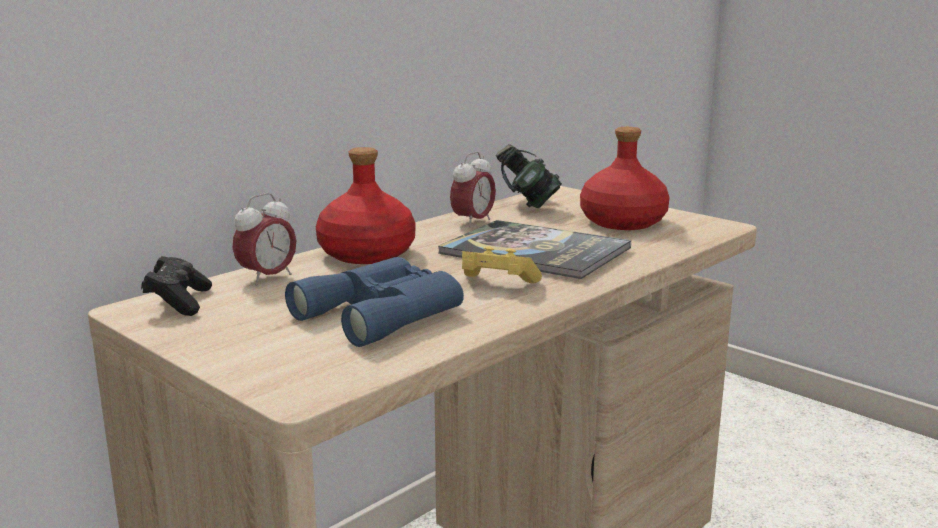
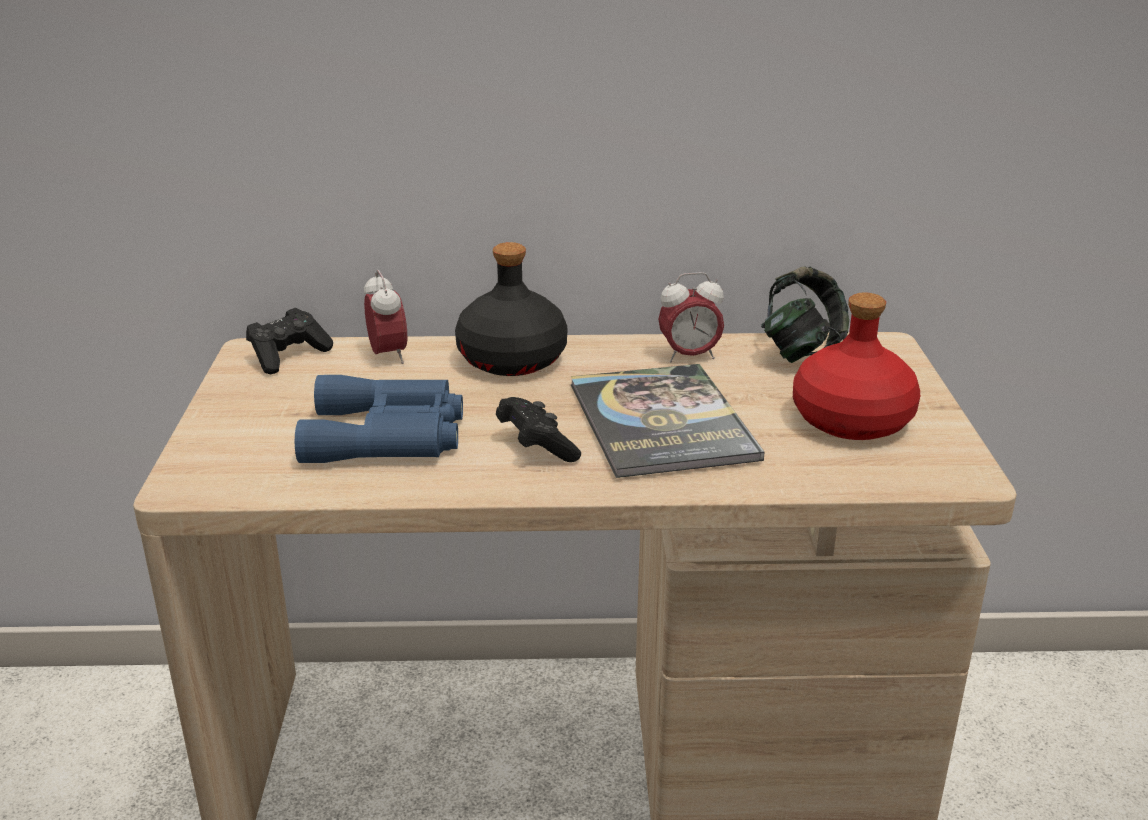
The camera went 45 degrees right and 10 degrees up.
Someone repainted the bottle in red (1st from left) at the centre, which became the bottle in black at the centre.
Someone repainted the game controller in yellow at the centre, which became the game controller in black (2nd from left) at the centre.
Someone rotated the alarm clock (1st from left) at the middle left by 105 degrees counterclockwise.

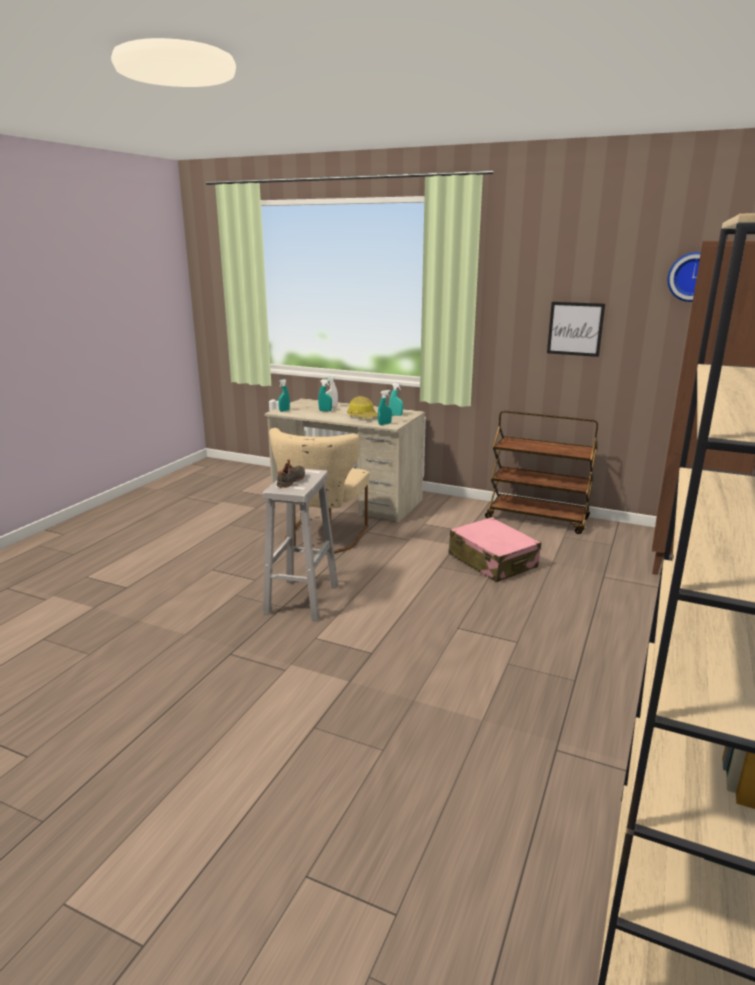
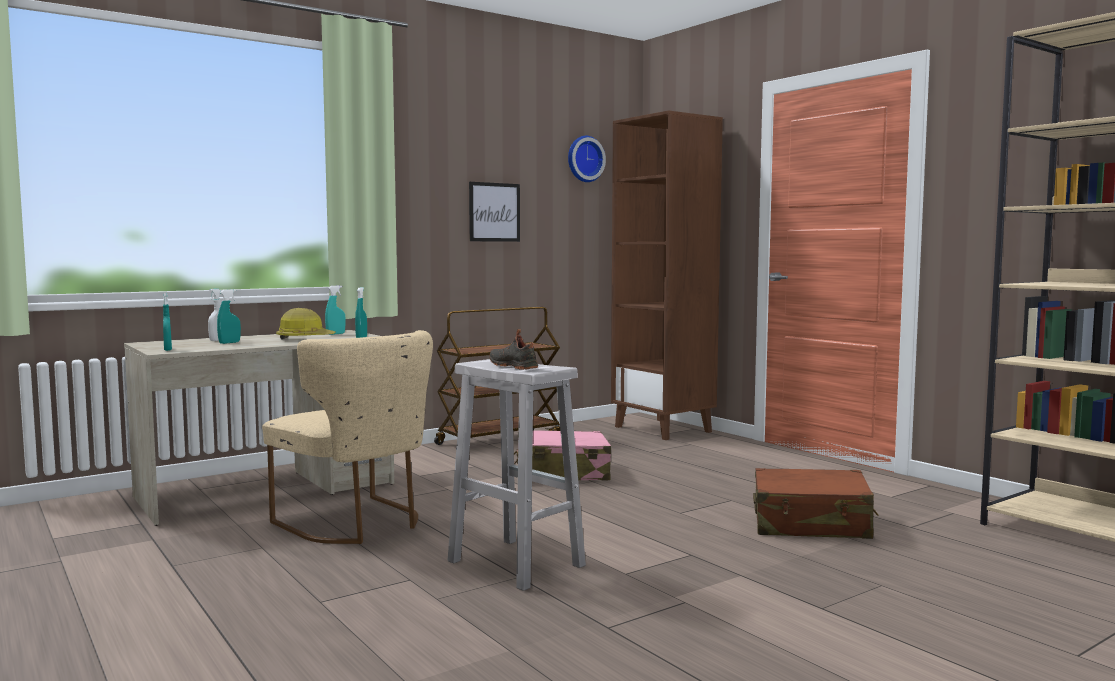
The camera went 60 degrees left and 15 degrees down.
Someone put down the suitcase in brown at the bottom right.

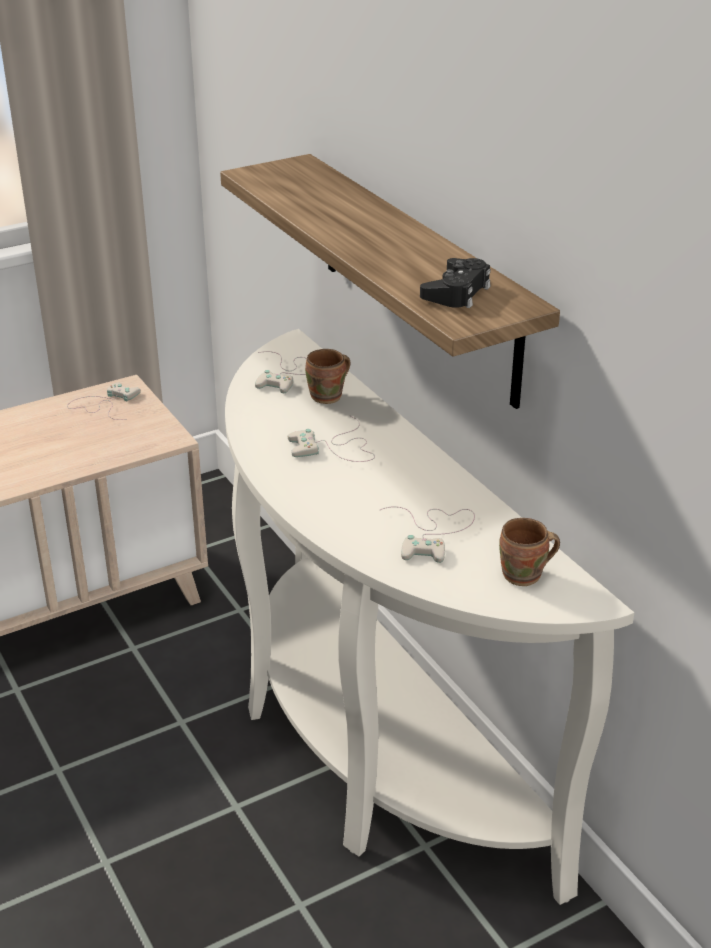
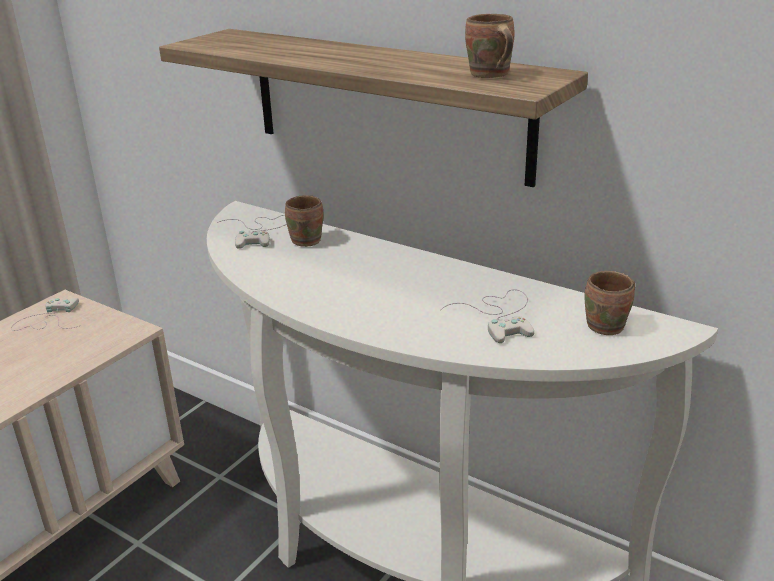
The camera went 25 degrees left and 5 degrees down.
Someone took away the game controller in white (3rd from left) at the centre.
Someone swapped the game controller in black at the top centre for the mug in brown (2nd from left) at the top centre.

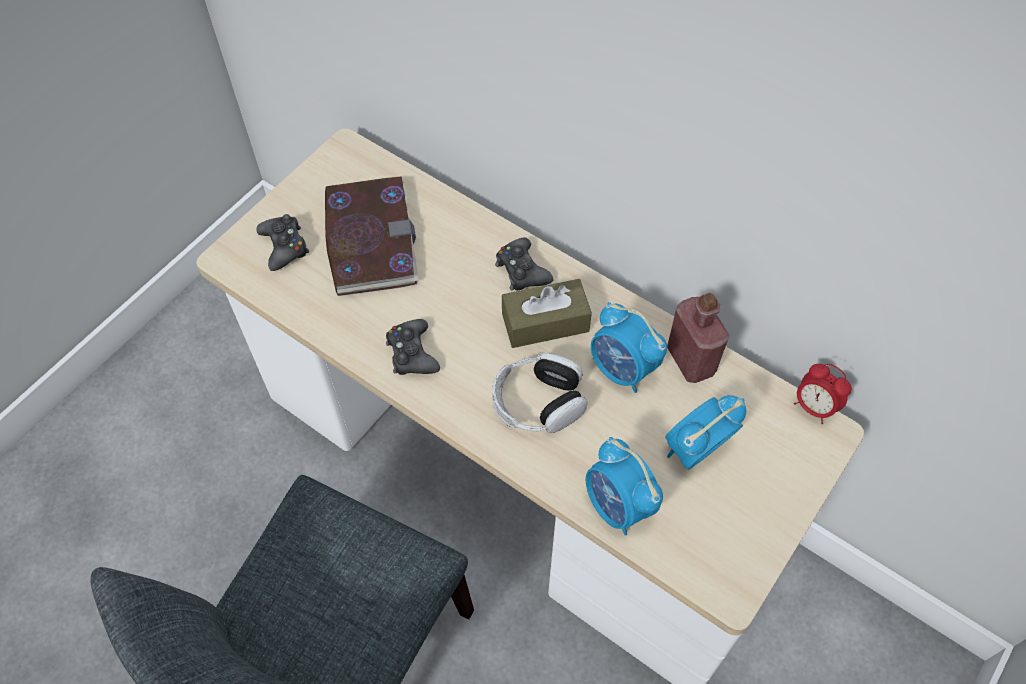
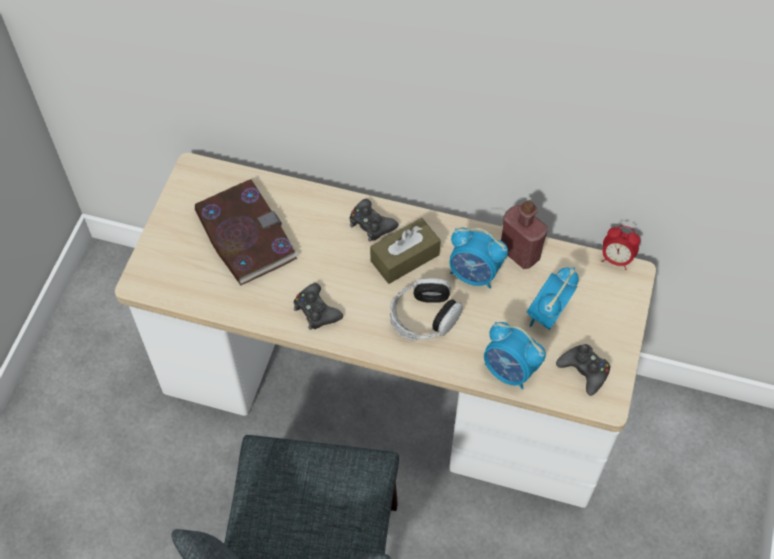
The camera went 20 degrees left and 0 degrees up.
Someone carried the game controller in black (1st from left in the first image) from the middle left to the middle right.

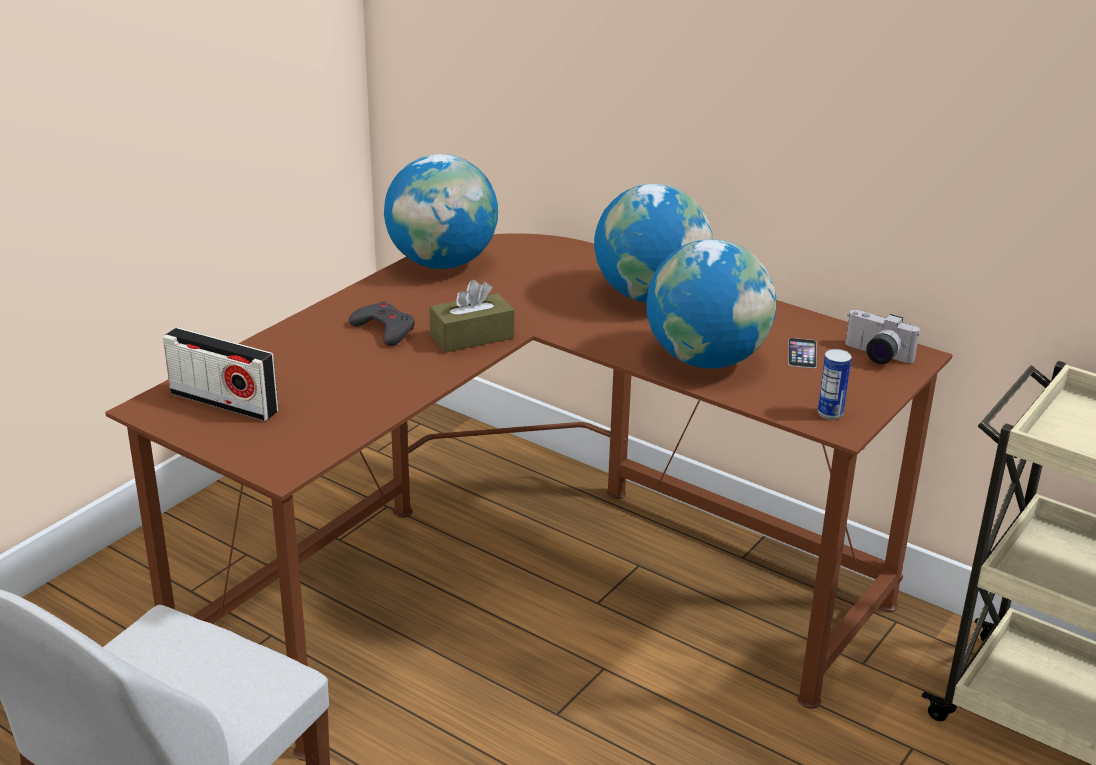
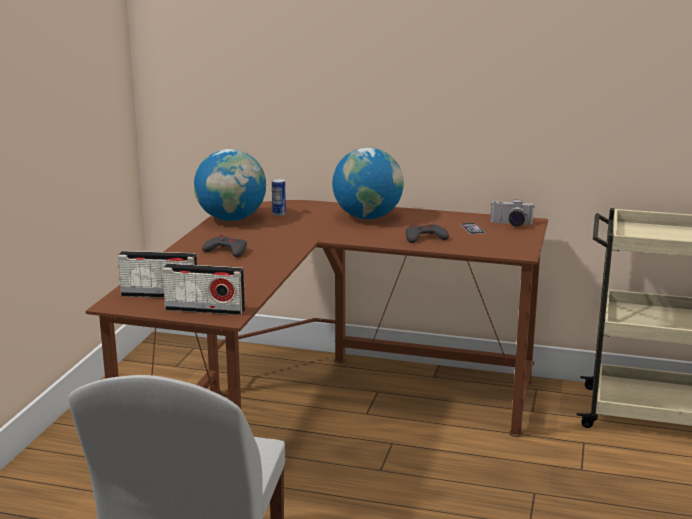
The camera went 20 degrees left and 10 degrees down.
Someone took away the tissue box in brown at the centre.
Someone put down the radio (2nd from left) at the middle left.
Someone carried the can from the middle right to the centre.
Someone swapped the globe (3rd from left) at the centre for the game controller in grey (2nd from left) at the centre.

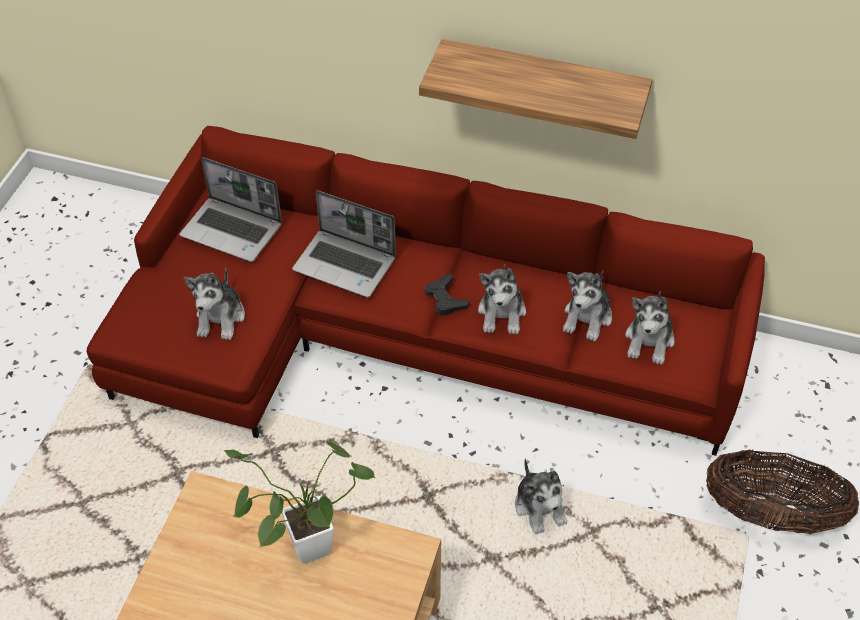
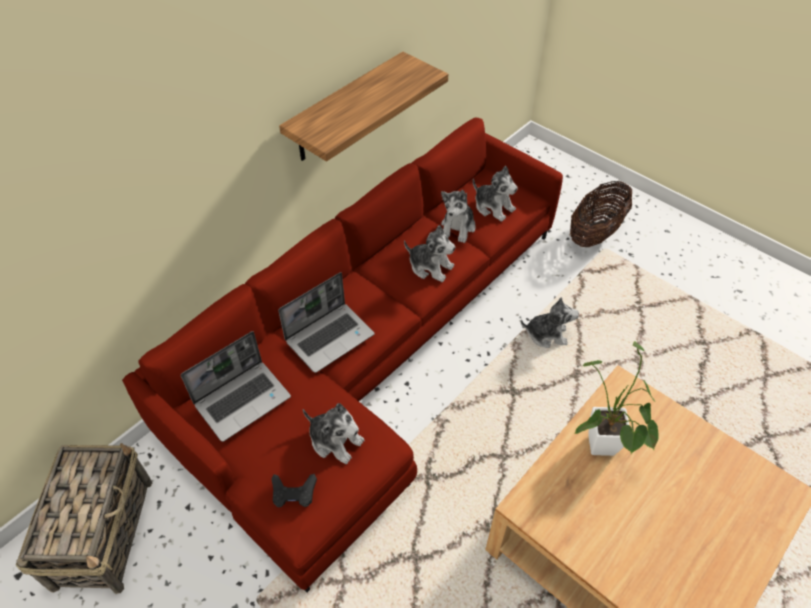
The camera went 65 degrees left and 0 degrees up.
Someone put down the basket (1st from left) at the bottom left.
Someone carried the game controller in black from the centre to the bottom centre.
Someone rotated the plush toy (4th from left in the first image) at the middle right by 60 degrees clockwise.

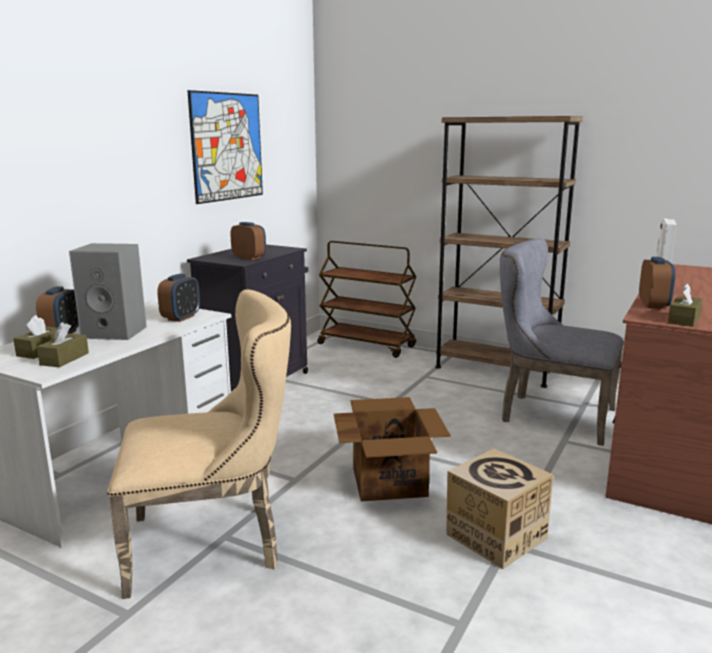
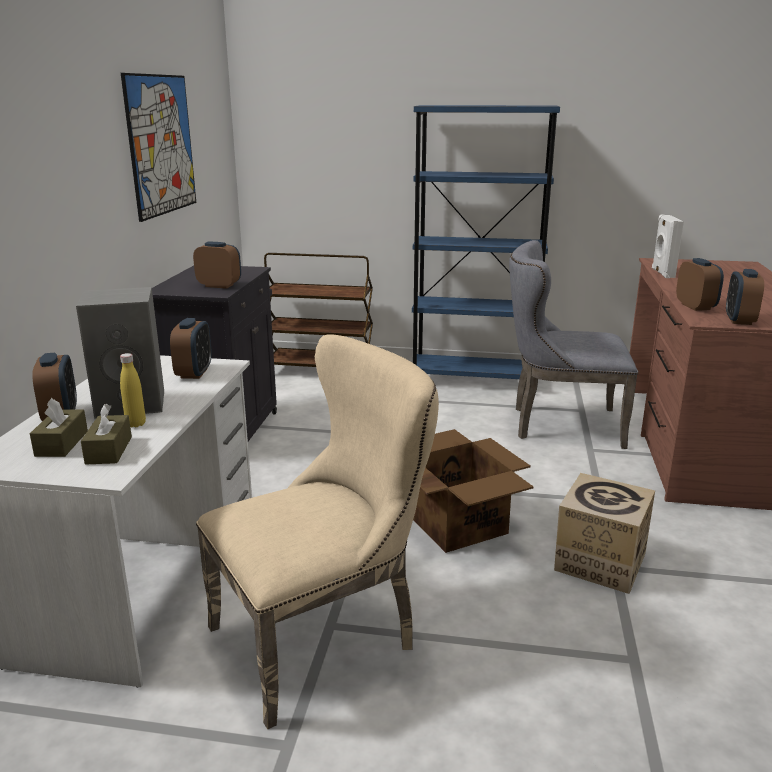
The camera went 20 degrees left and 5 degrees up.
Someone put down the bottle in yellow at the middle left.
Someone swapped the tissue box in brown (3rd from left) at the middle right for the alarm clock (5th from left) at the middle right.
Someone repainted the bookcase in brown at the middle right, which became the bookcase in blue at the top centre.

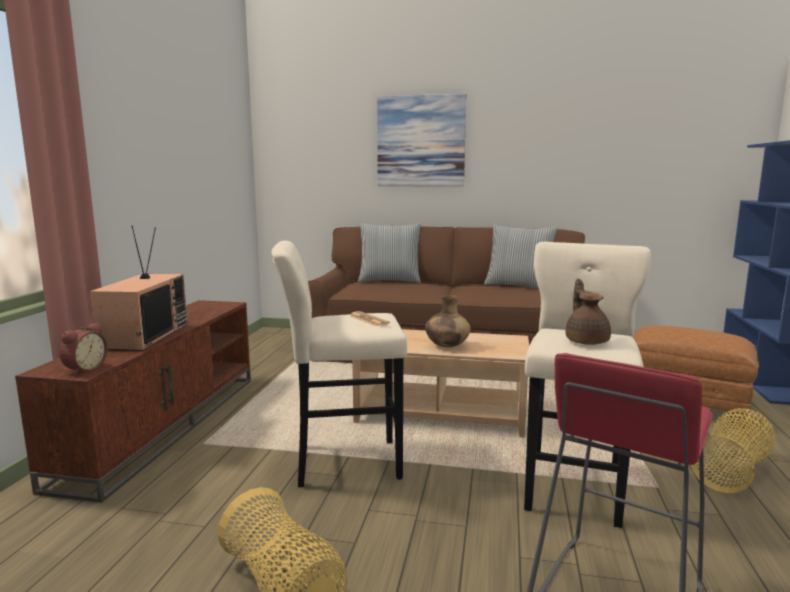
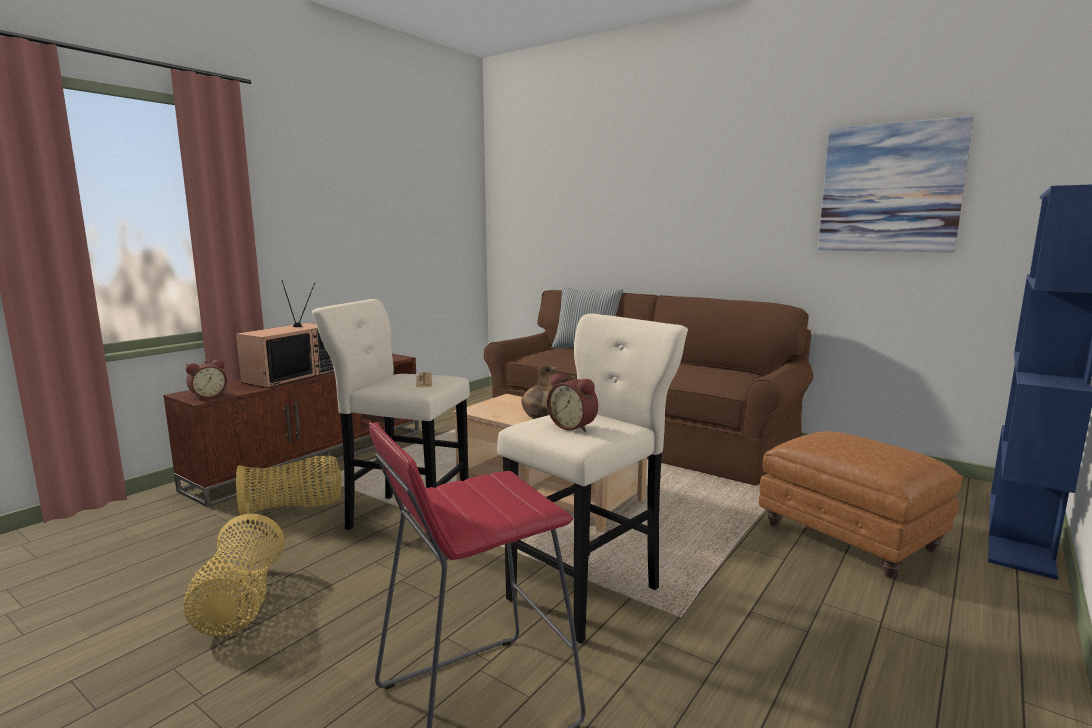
The camera went 25 degrees right and 0 degrees up.
Someone took away the pillow (2nd from left) at the centre.
Someone carried the picture from the top centre to the top right.
Someone carried the basket (2nd from left) from the bottom right to the middle left.
Someone swapped the teapot in brown at the middle right for the alarm clock (2nd from left) at the centre.

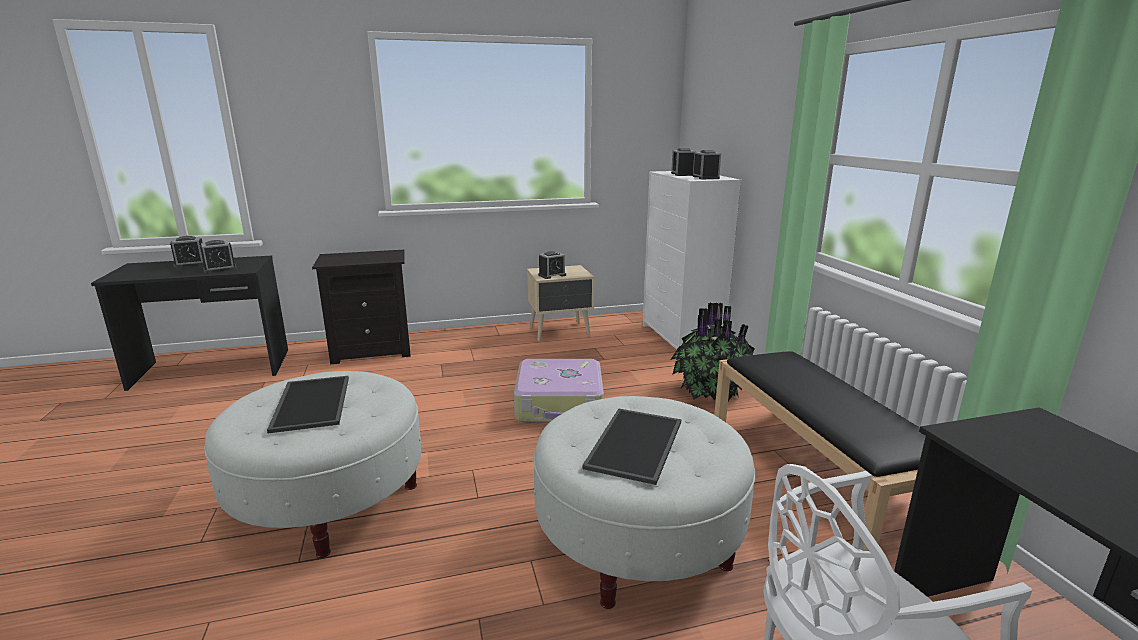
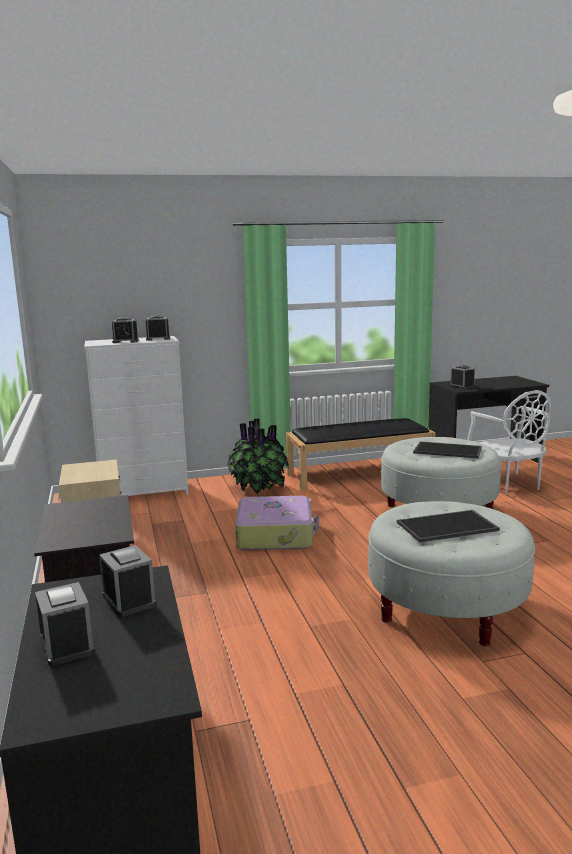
The camera went 90 degrees left and 5 degrees down.
Someone carried the alarm clock (3rd from left in the first image) from the centre to the middle right.

